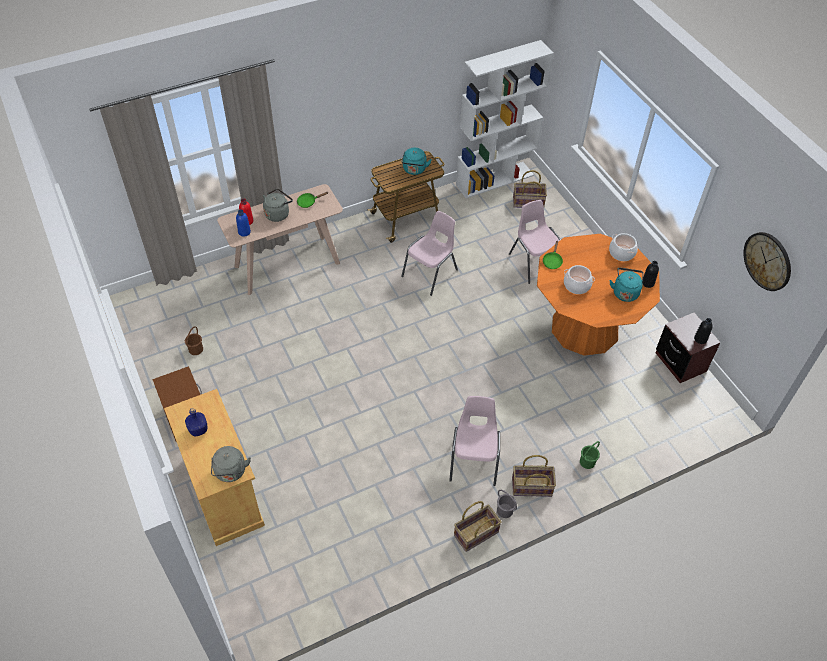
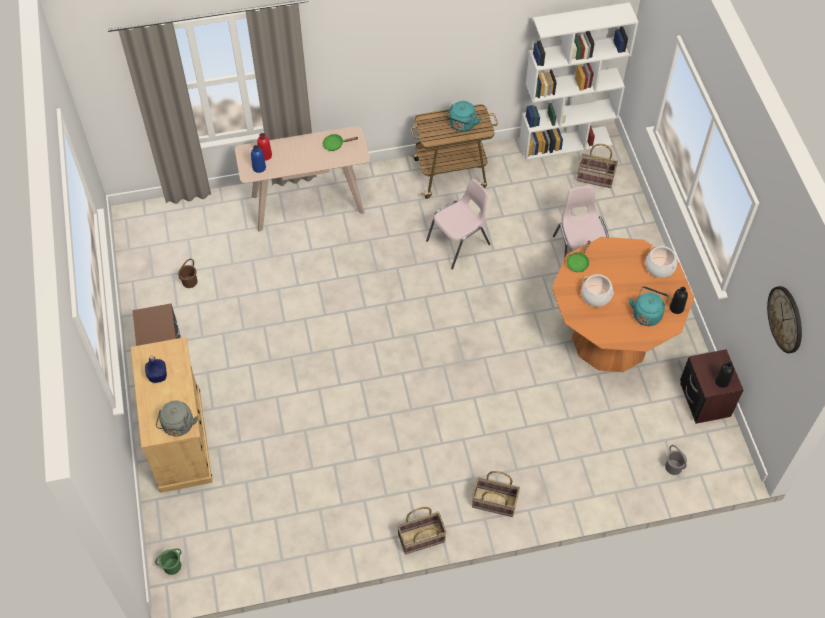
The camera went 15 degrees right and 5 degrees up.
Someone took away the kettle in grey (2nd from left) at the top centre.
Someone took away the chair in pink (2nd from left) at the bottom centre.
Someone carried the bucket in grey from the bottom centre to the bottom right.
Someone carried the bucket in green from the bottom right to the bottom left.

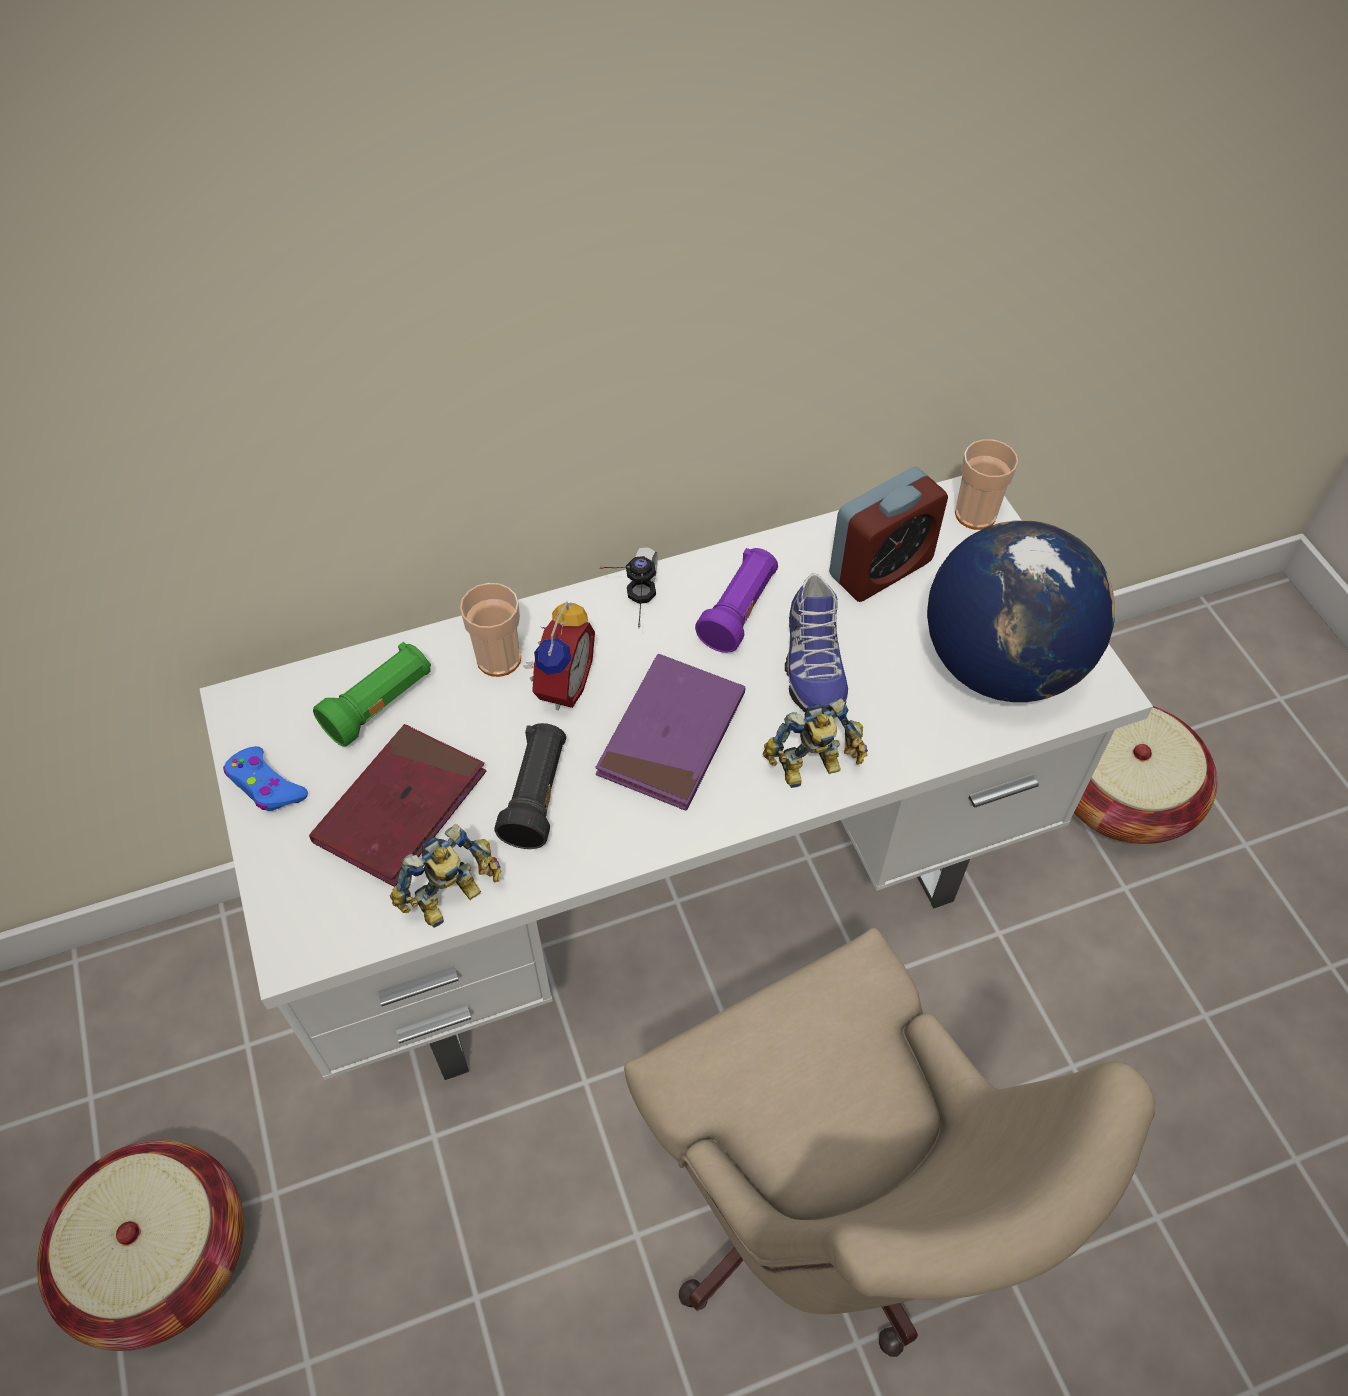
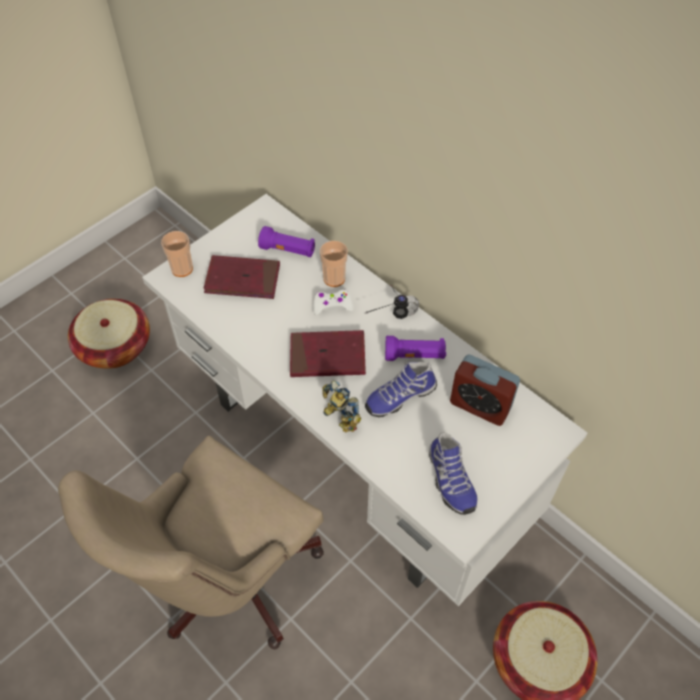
The camera went 65 degrees right and 0 degrees up.
Someone took away the game controller in blue at the middle left.
Someone took away the toy robot (1st from left) at the middle left.
Someone took away the flashlight in black at the centre.
Someone carried the cup (2nd from left in the first image) from the middle right to the middle left.
Someone swapped the alarm clock (1st from left) at the centre for the game controller in white at the centre.
Someone swapped the globe at the middle right for the shoe (2nd from left) at the bottom centre.
Someone repainted the flashlight in green at the middle left, which became the flashlight in purple (1st from left) at the centre.
Someone repainted the book in purple at the centre, which became the book in red (2nd from left) at the centre.

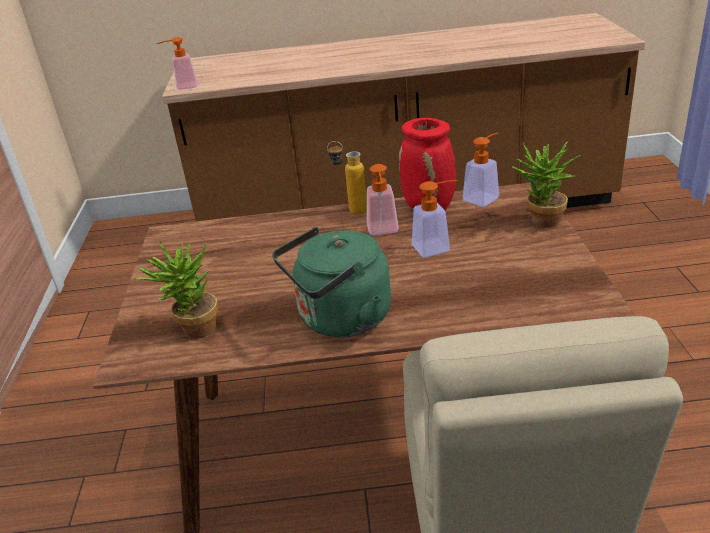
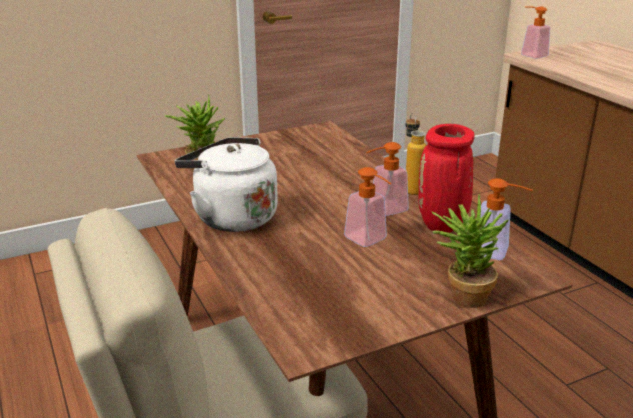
The camera went 65 degrees right and 5 degrees down.
Someone repainted the kettle in green at the centre, which became the kettle in white at the centre.

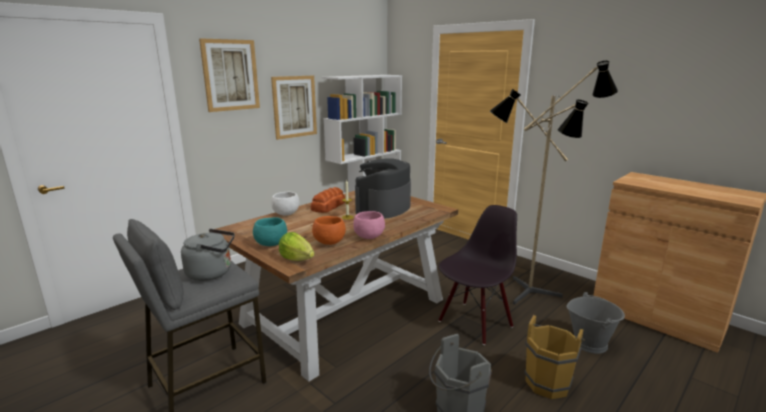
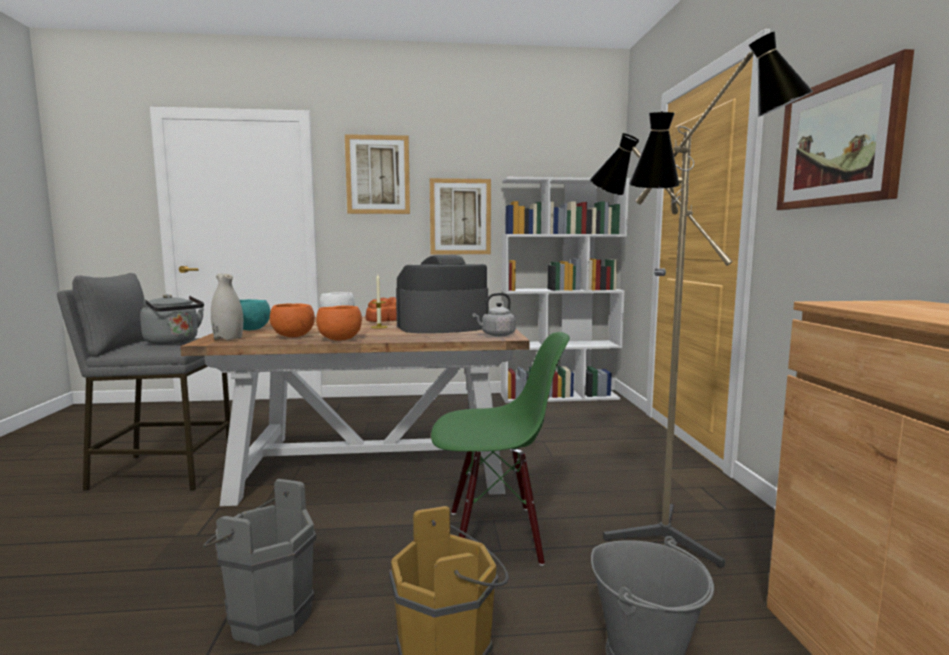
The camera went 40 degrees right and 10 degrees down.
Someone put down the kettle in grey (2nd from left) at the centre.
Someone put up the picture (3rd from left) at the top right.
Someone swapped the lettuce at the centre for the vase in white at the middle left.
Someone repainted the bowl in pink at the centre, which became the bowl in orange (2nd from left) at the centre.
Someone repainted the chair in black at the bottom centre, which became the chair in green at the bottom centre.

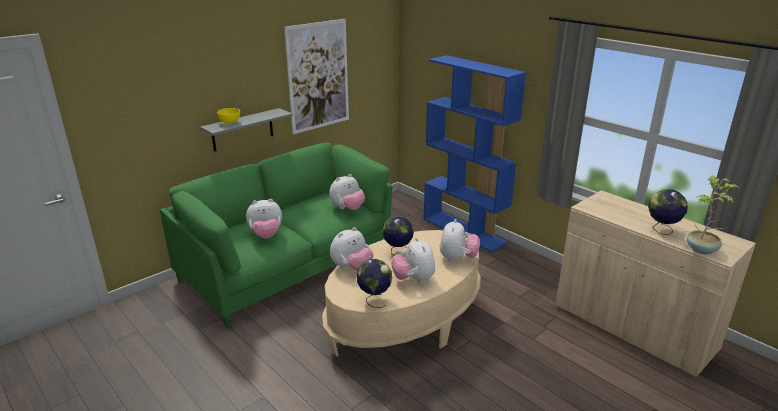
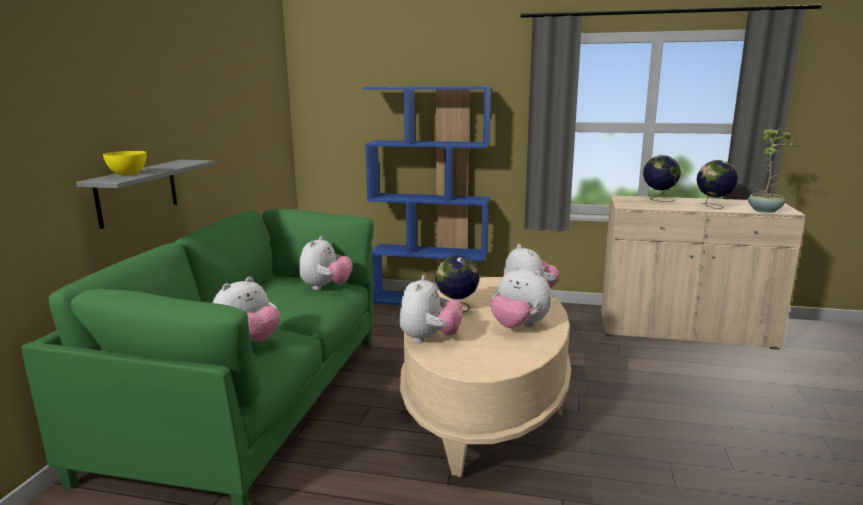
The camera went 35 degrees left and 10 degrees down.
Someone took away the picture at the top centre.
Someone carried the globe (1st from left in the first image) from the bottom centre to the middle right.

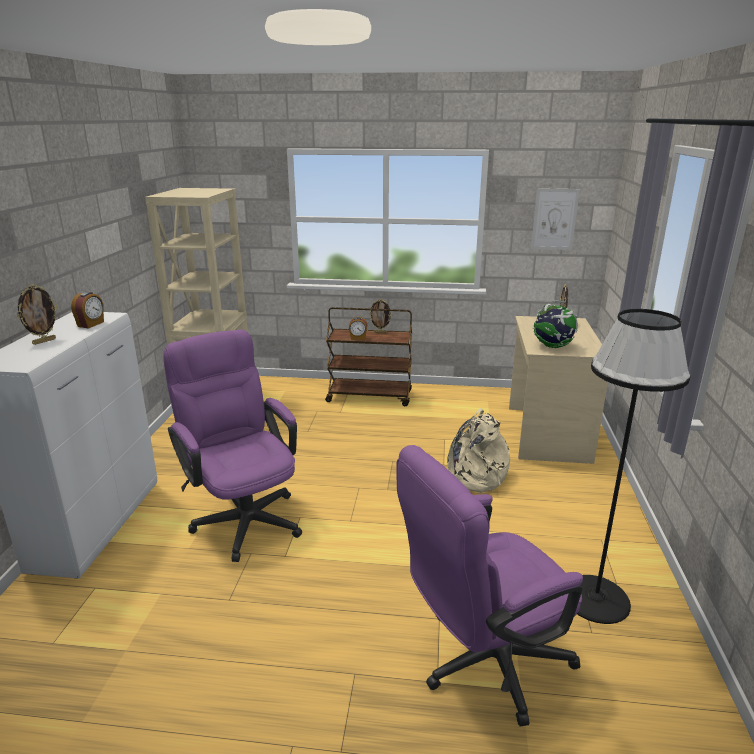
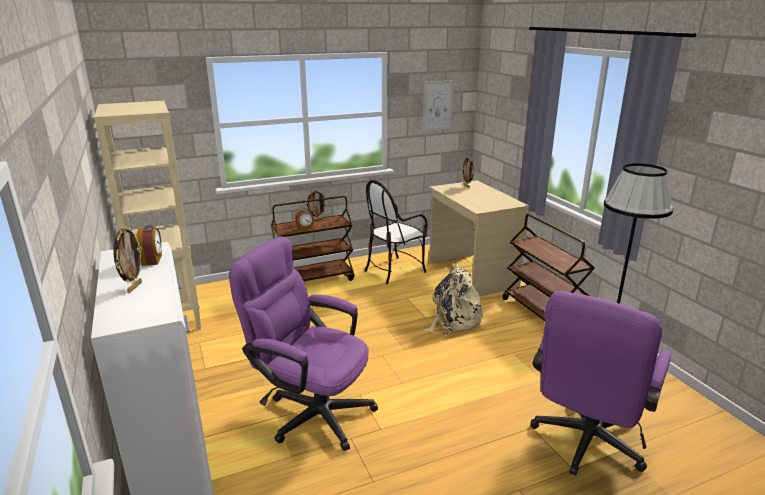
The camera went 30 degrees left and 0 degrees up.
Someone took away the globe at the middle right.
Someone put down the chair at the centre.
Someone put down the cart in brown (2nd from left) at the middle right.

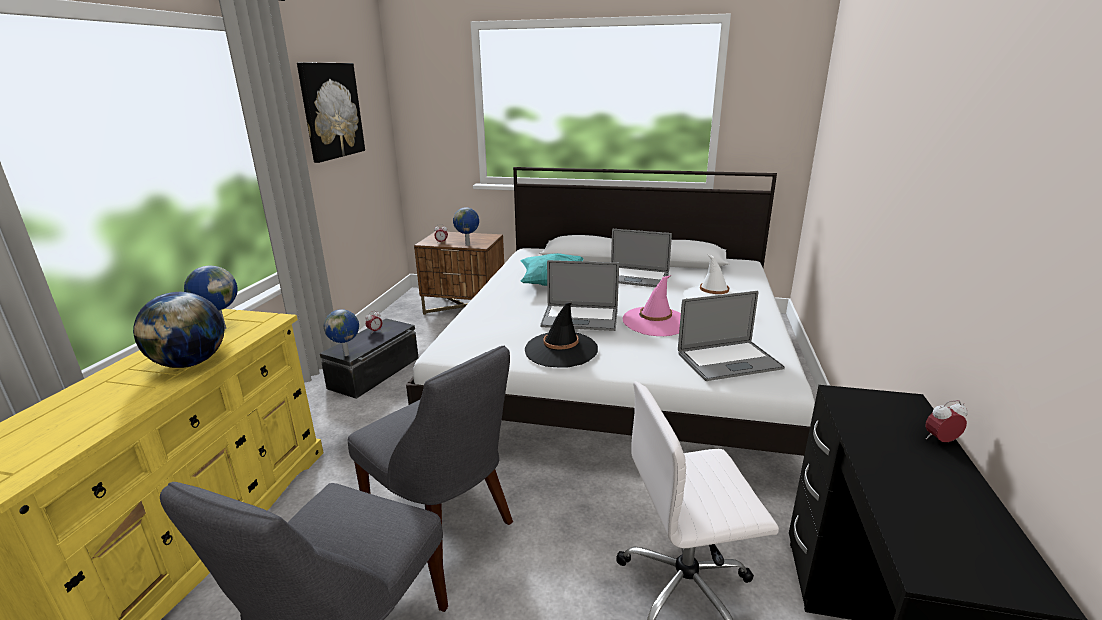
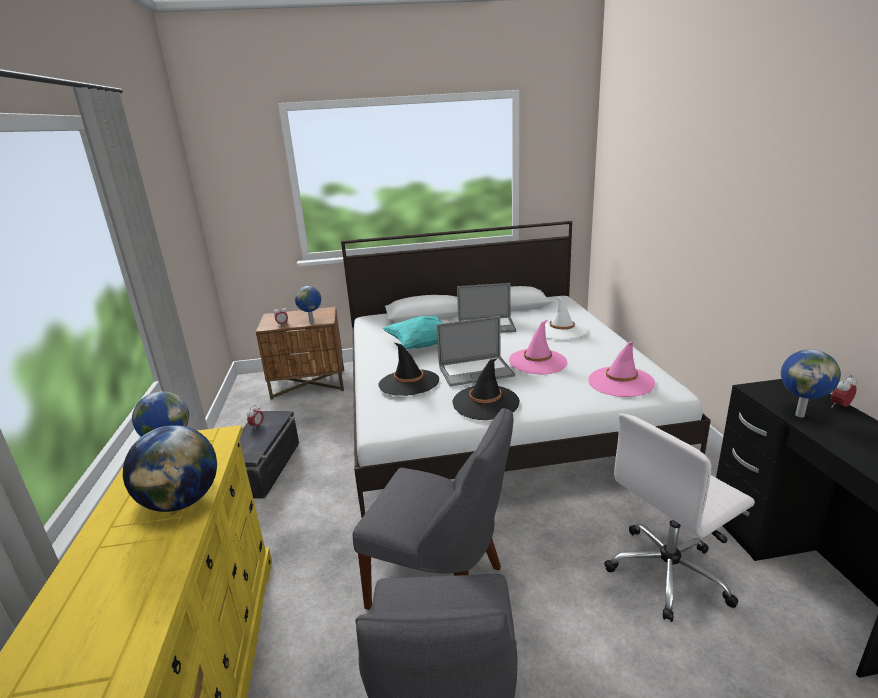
The camera went 20 degrees left and 0 degrees up.
Someone took away the picture at the top left.
Someone put down the hat in black (1st from left) at the centre.
Someone carried the globe (3rd from left in the first image) from the middle left to the middle right.
Someone swapped the laptop (3rd from left) at the centre for the hat in pink (2nd from left) at the middle right.

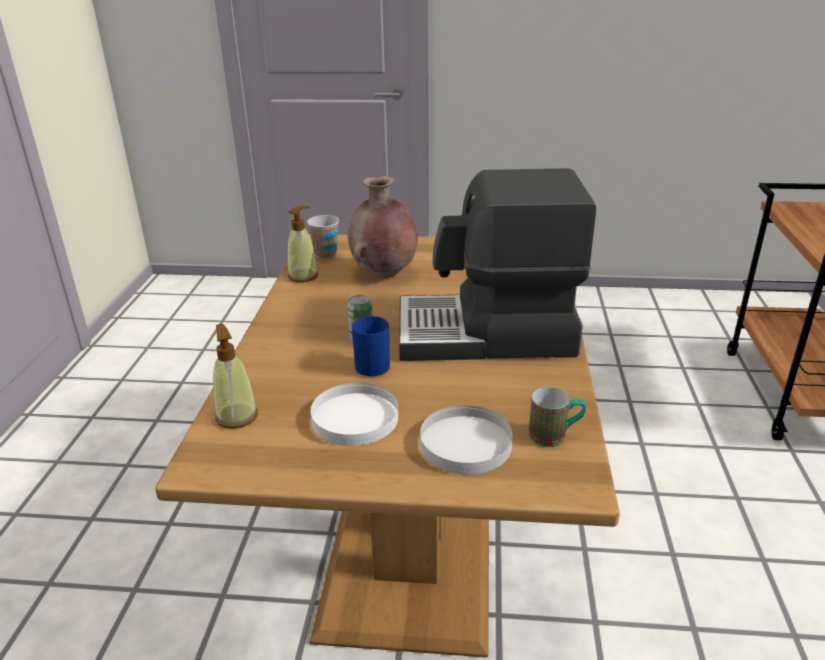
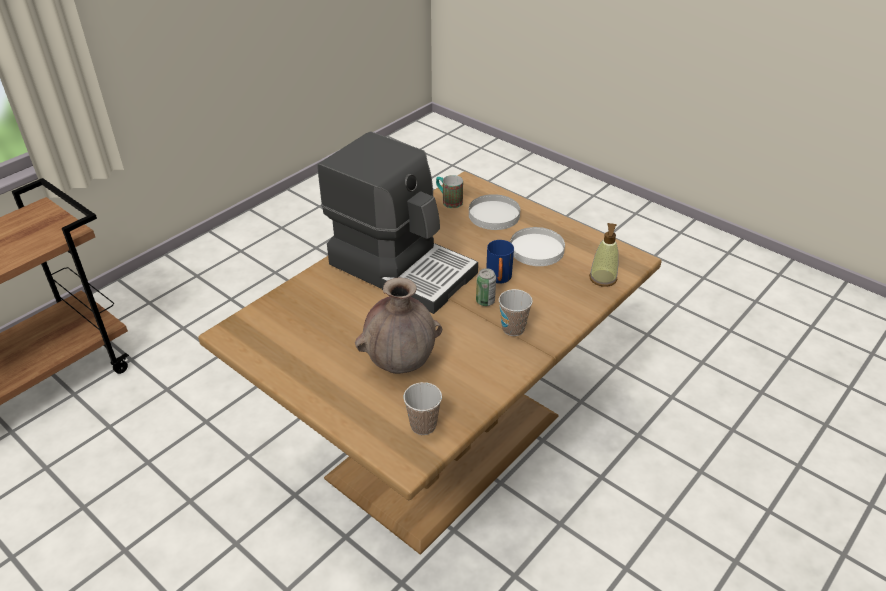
The camera went 145 degrees left and 10 degrees up.
Someone took away the soap dispenser (2nd from left) at the centre.
Someone put down the cup (2nd from left) at the centre.

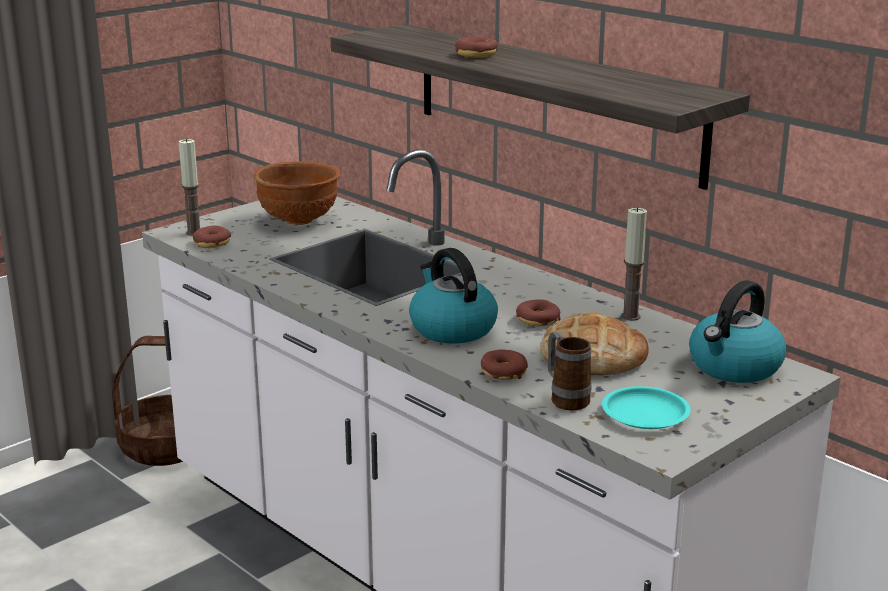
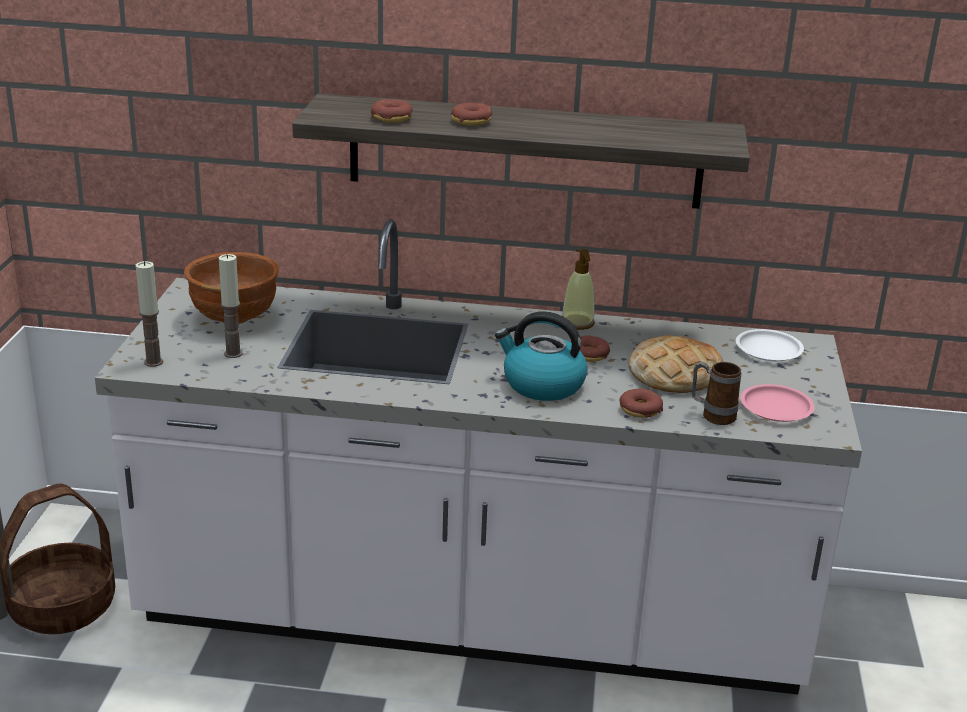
The camera went 40 degrees left and 5 degrees up.
Someone put down the soap dispenser at the centre.
Someone carried the donut (1st from left) from the middle left to the top centre.
Someone carried the candle (2nd from left) from the middle right to the middle left.
Someone swapped the kettle (2nd from left) at the middle right for the plate in white at the middle right.
Someone repainted the plate in turquoise at the bottom right, which became the plate in pink at the middle right.

